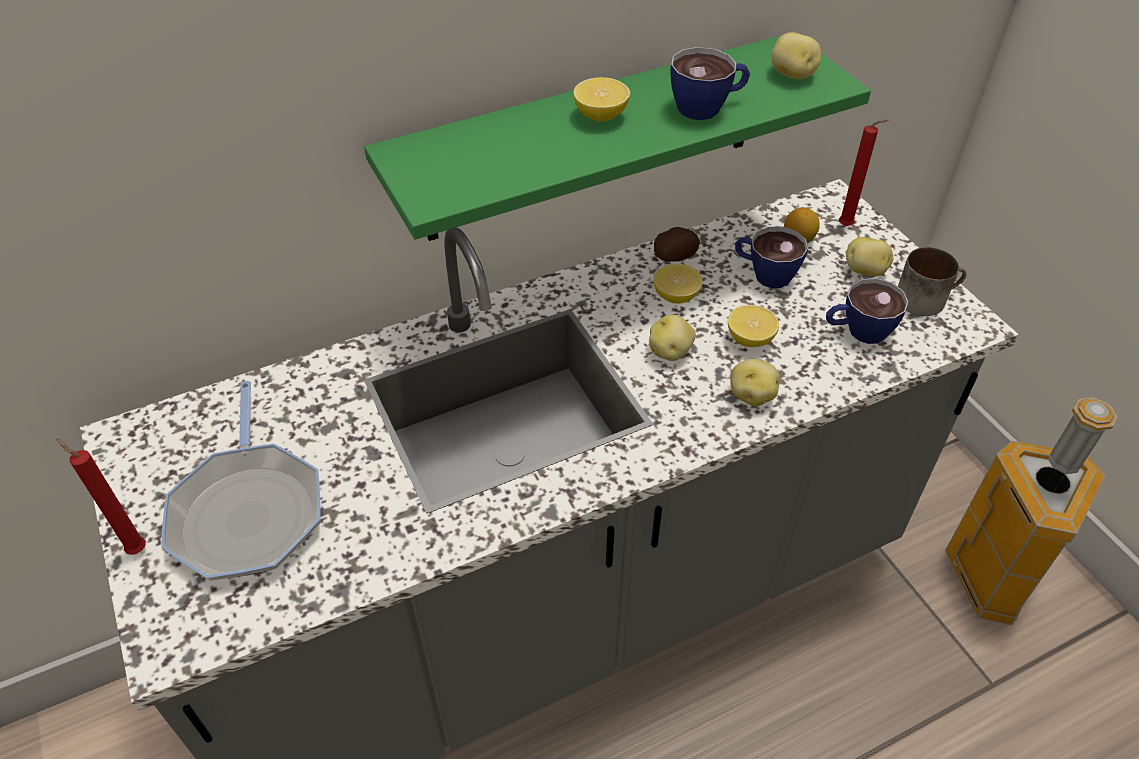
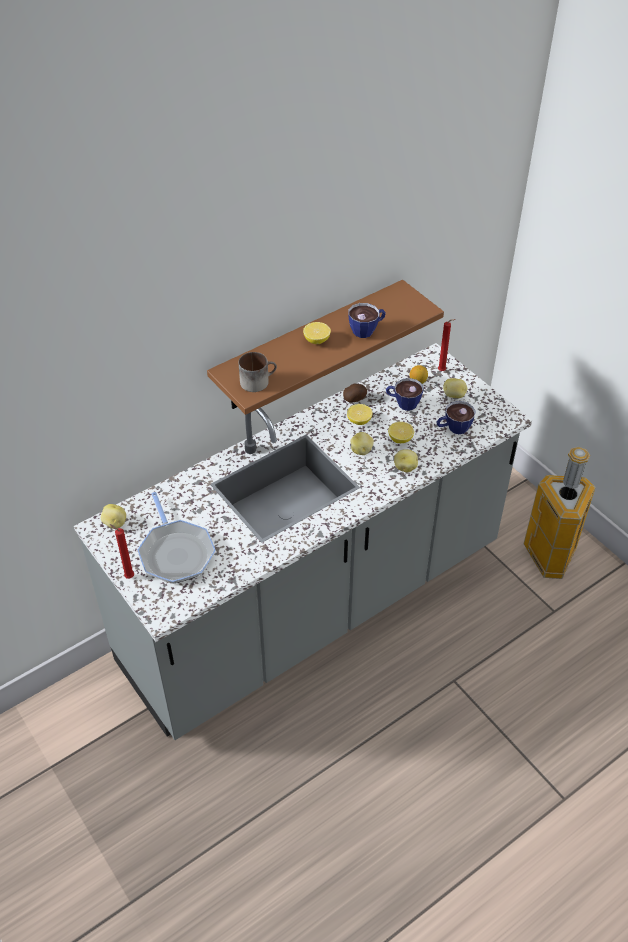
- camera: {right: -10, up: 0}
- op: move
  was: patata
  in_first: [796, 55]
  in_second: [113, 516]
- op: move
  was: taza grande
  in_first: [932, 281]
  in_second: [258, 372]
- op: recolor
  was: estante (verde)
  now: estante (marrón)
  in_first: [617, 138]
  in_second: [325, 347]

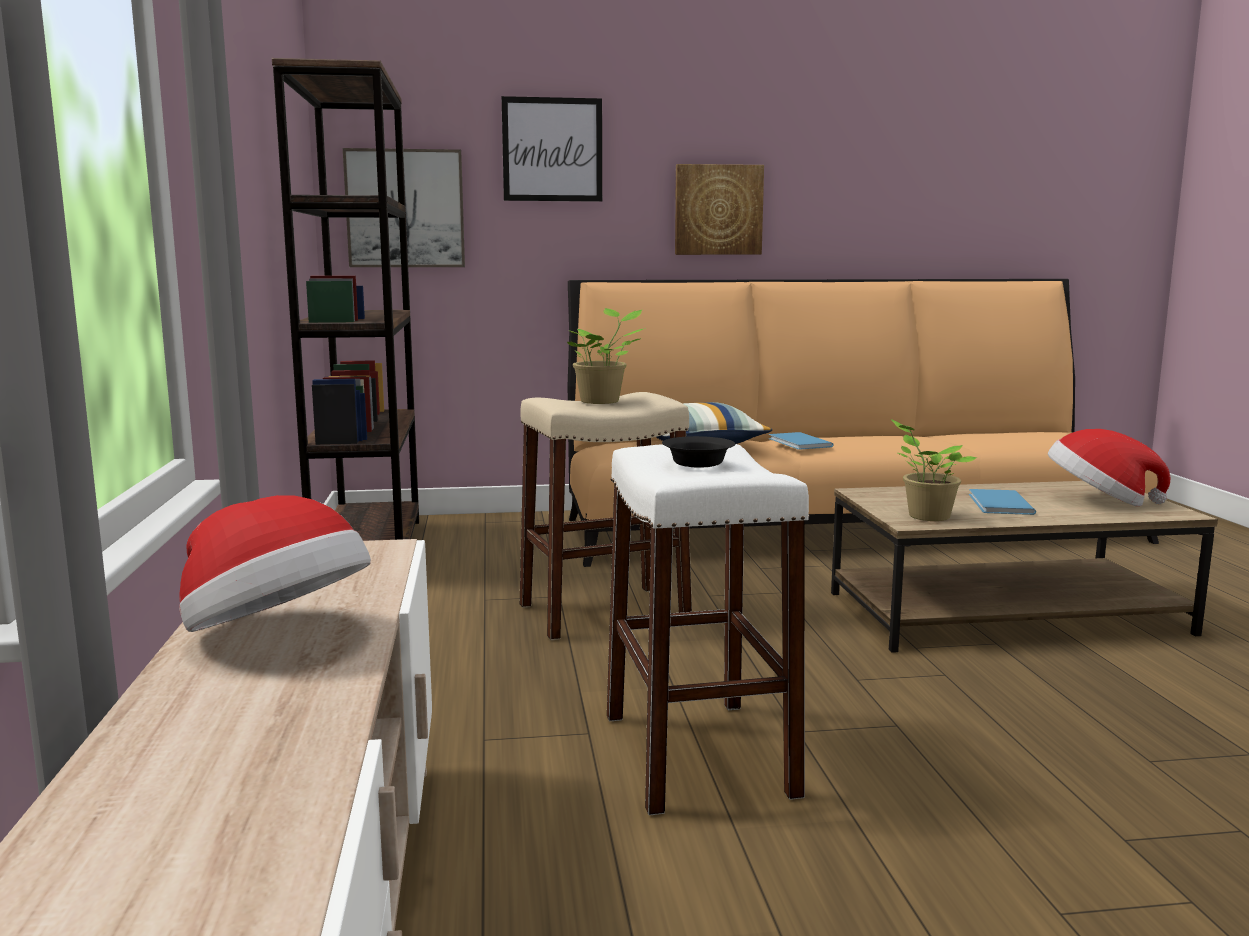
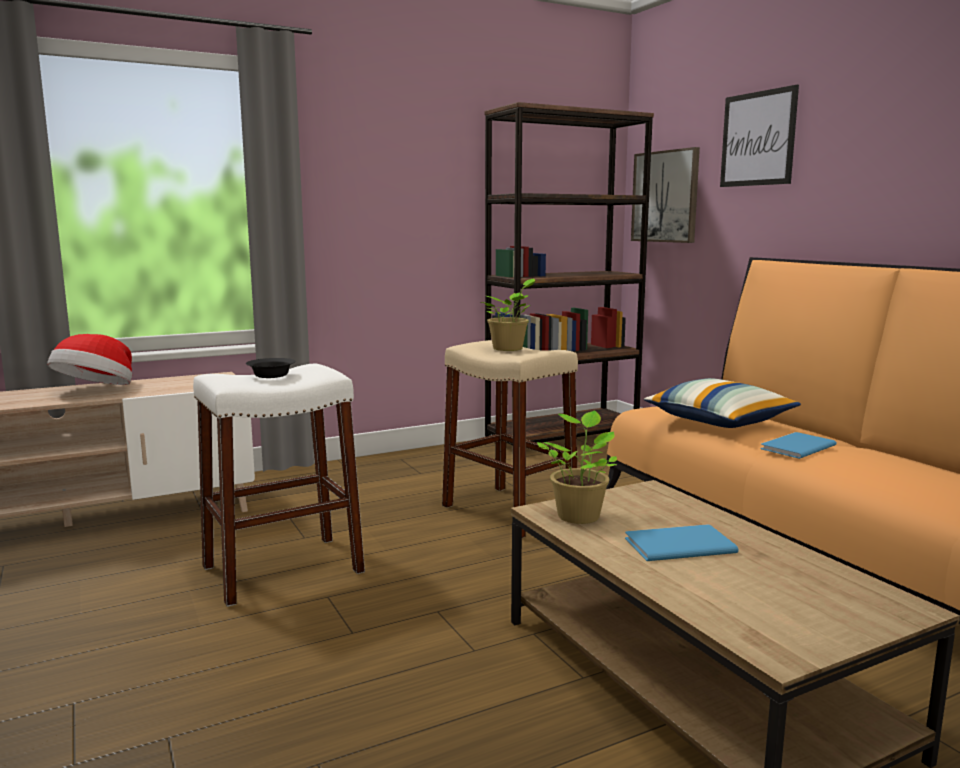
- camera: {right: 70, up: 0}
- op: delete
  was: cuadro
  in_first: [719, 209]
- op: delete
  was: sombrero
  in_first: [1109, 467]

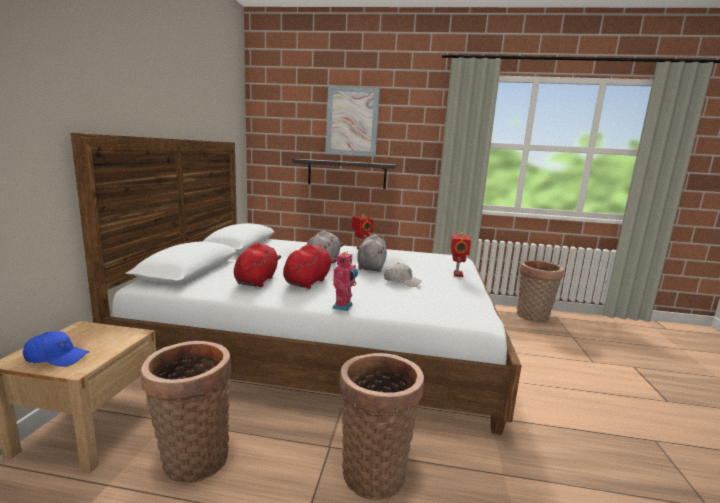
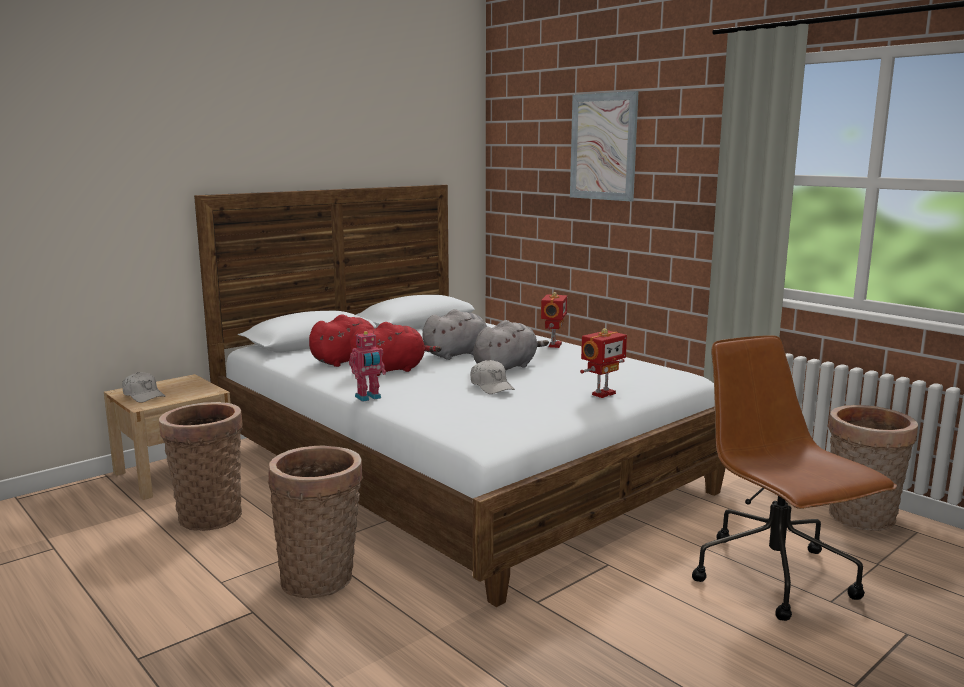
- camera: {right: 40, up: 0}
- op: delete
  was: estante
  in_first: [345, 174]
- op: insert
  now: silla de oficina (marrón)
  in_second: [794, 478]
- op: recolor
  was: gorra (azul)
  now: gorra (blanco)
  in_first: [56, 349]
  in_second: [143, 387]

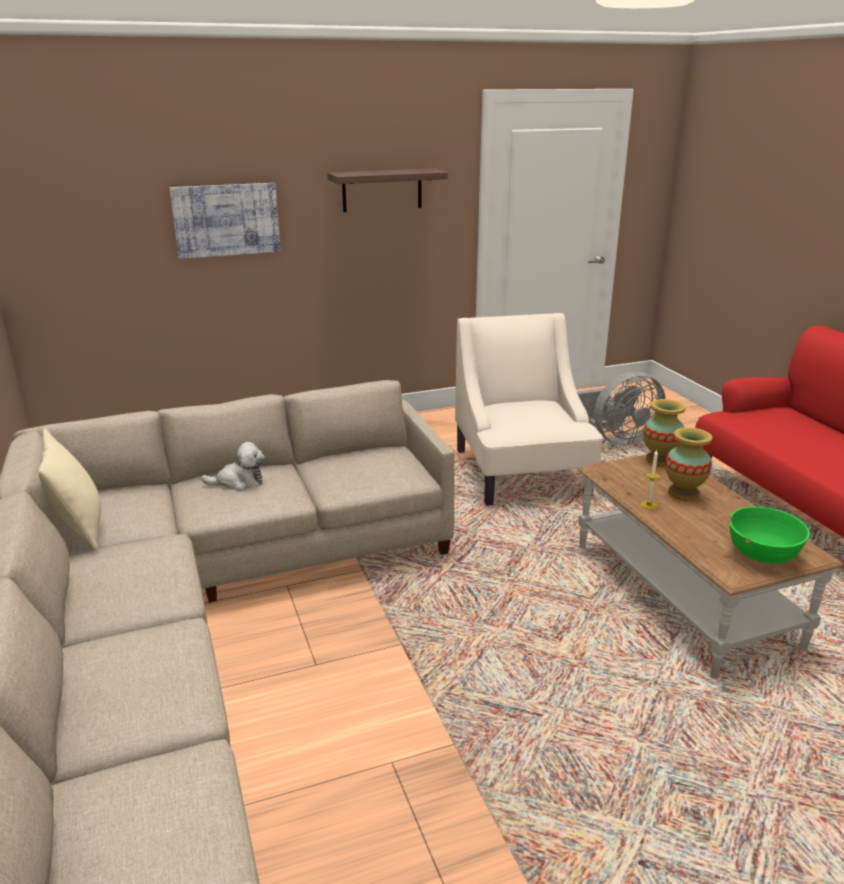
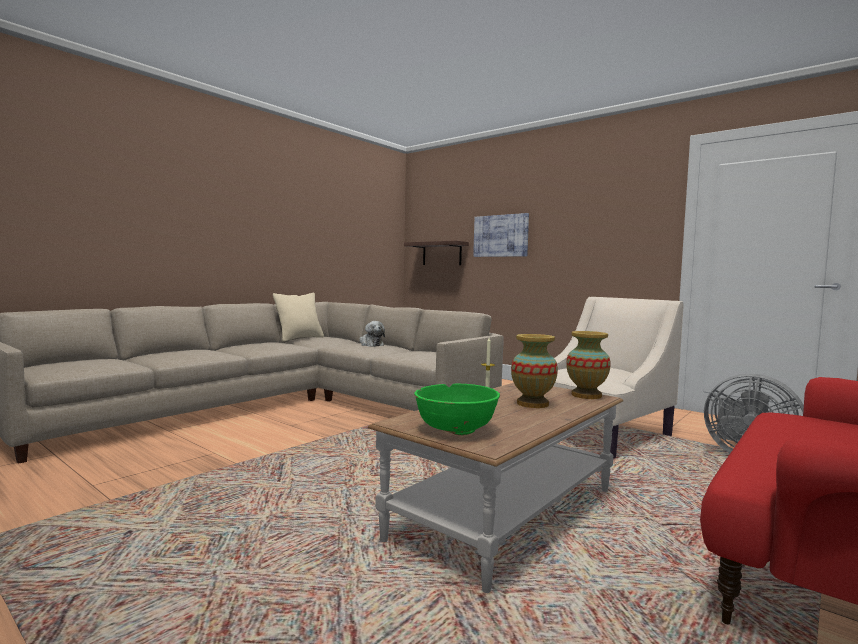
- camera: {right: 60, up: -20}
- op: move
  was: estante
  in_first: [387, 190]
  in_second: [436, 252]

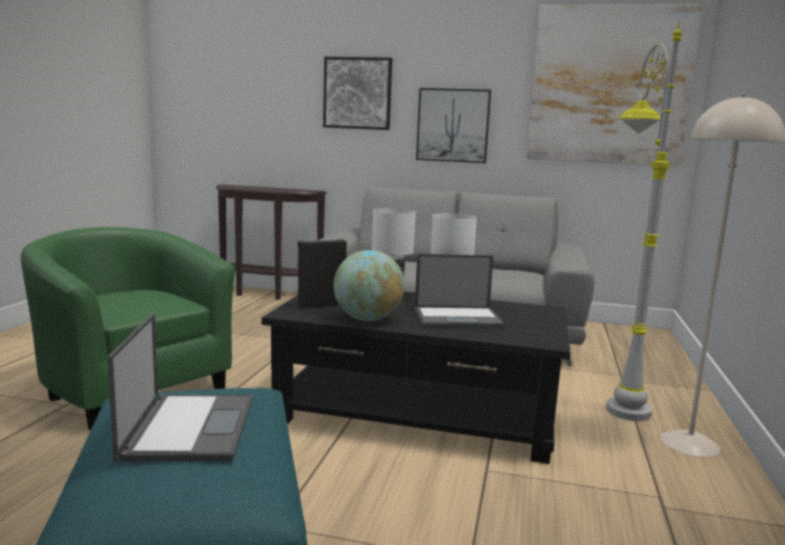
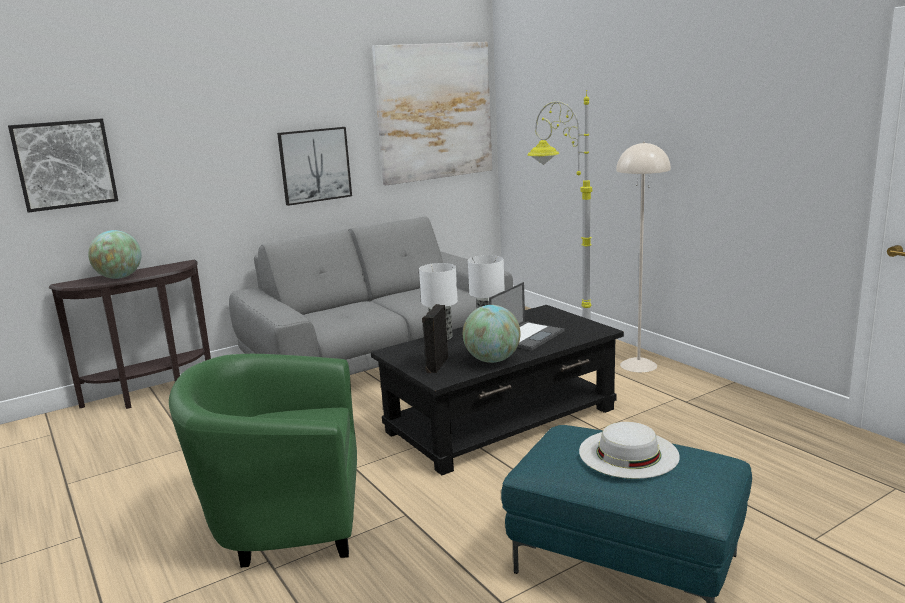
- camera: {right: -45, up: 5}
- op: insert
  now: globo terráqueo
  in_second: [114, 254]
- op: move
  was: cuadro
  in_first: [357, 93]
  in_second: [63, 166]
- op: replace
  was: portátil
  now: sombrero (blanco)
  in_first: [180, 387]
  in_second: [629, 450]

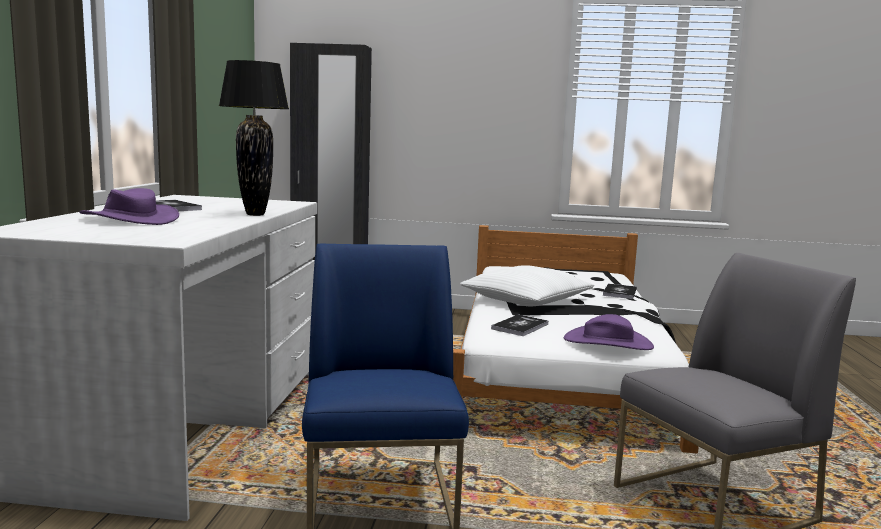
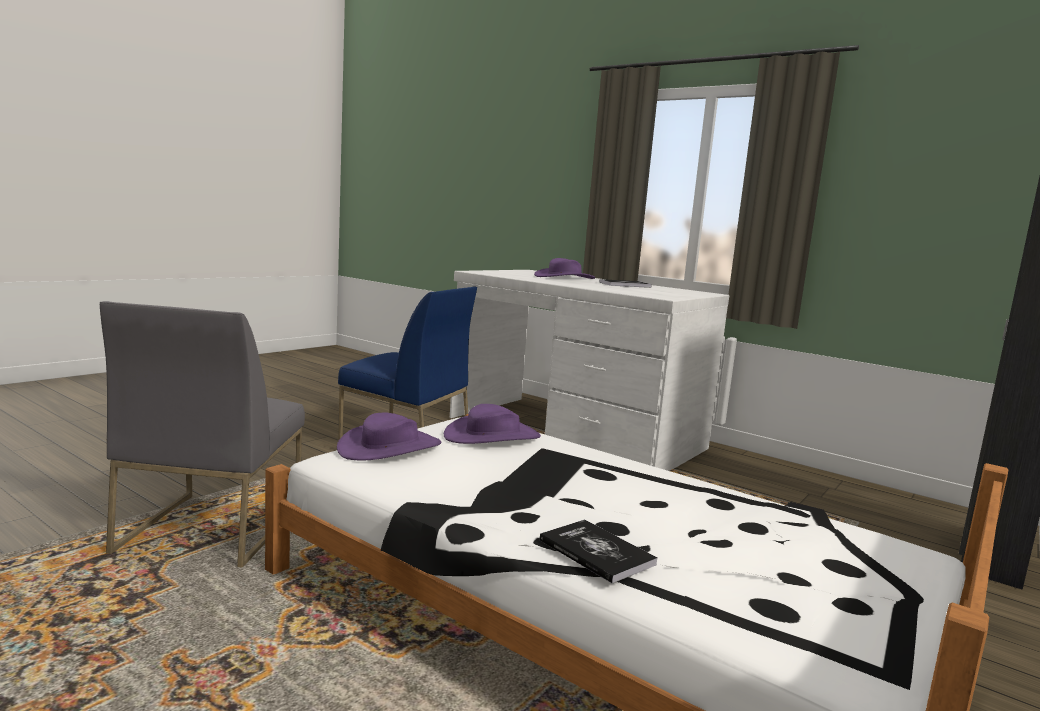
- camera: {right: 120, up: 0}
- op: delete
  was: lámpara de mesa (negro)
  in_first: [254, 138]
- op: delete
  was: cojín (blanco)
  in_first: [527, 285]
- op: replace
  was: libro
  now: sombrero (morado)
  in_first: [519, 325]
  in_second: [492, 424]

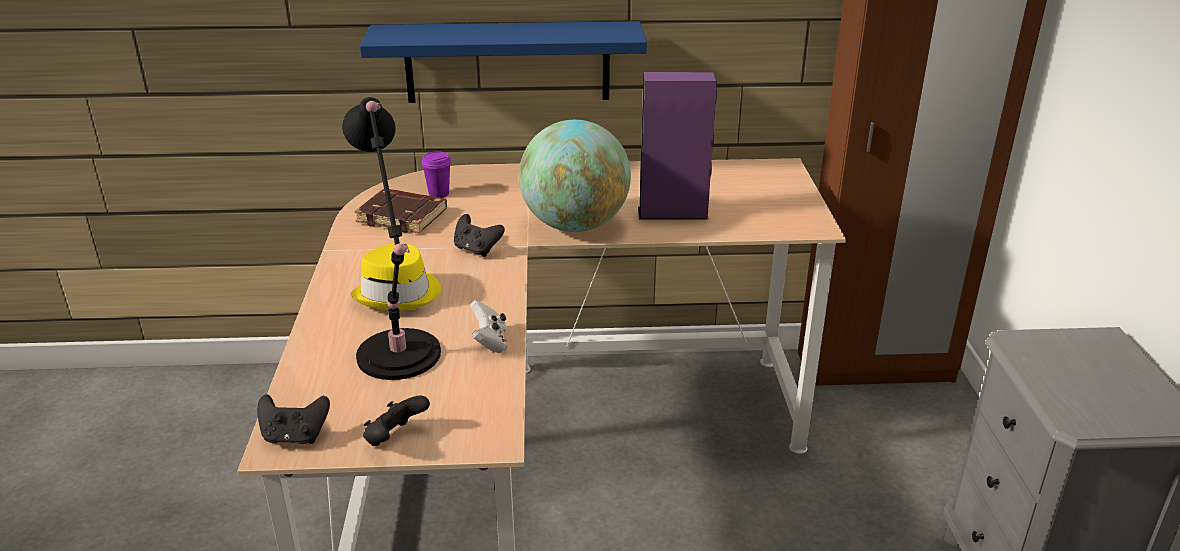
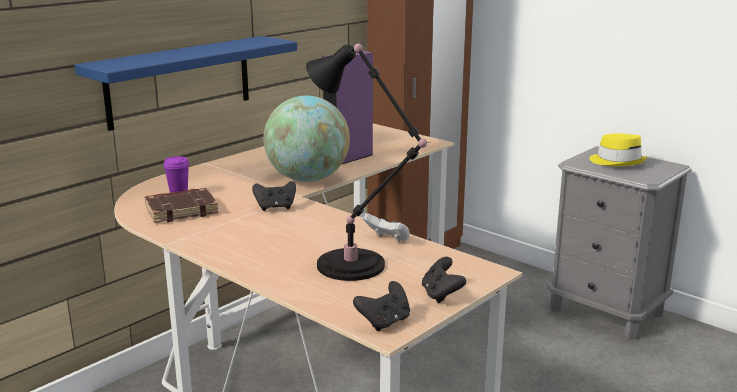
- camera: {right: -45, up: -10}
- op: move
  was: sombrero (amarillo)
  in_first: [395, 276]
  in_second: [618, 150]

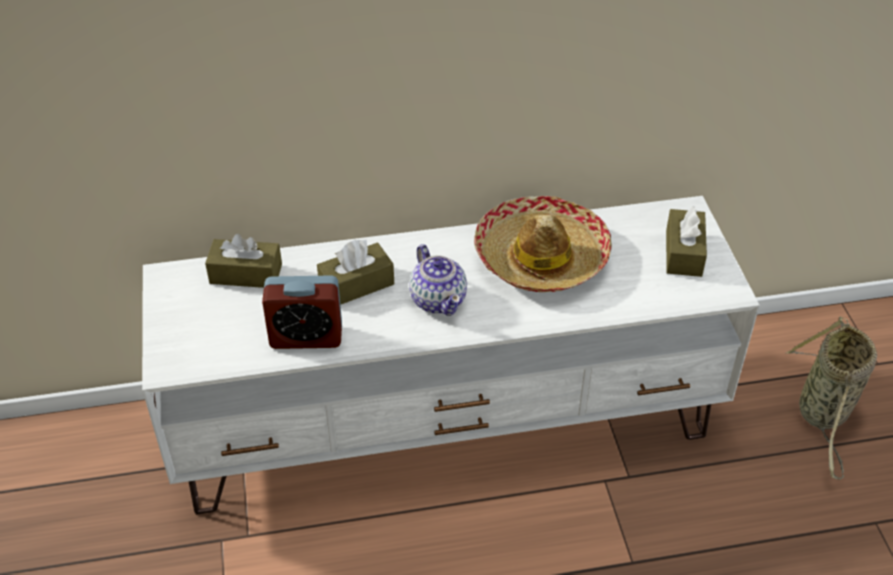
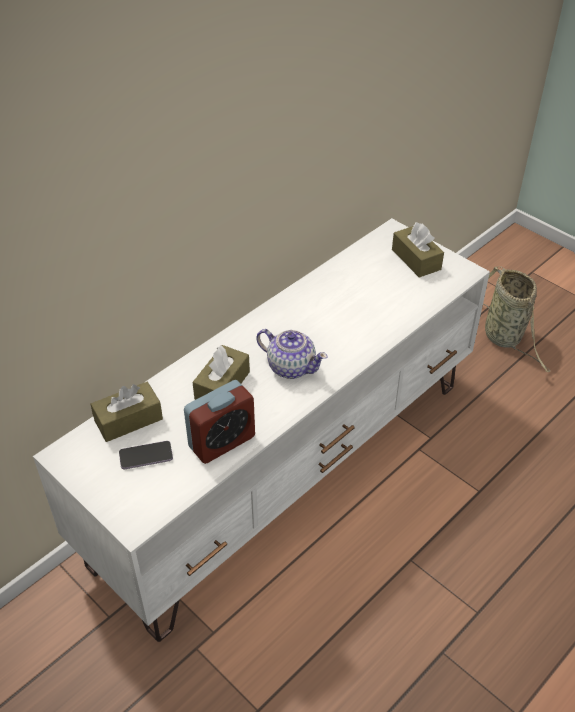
- camera: {right: -35, up: 0}
- op: delete
  was: sombrero
  in_first: [543, 244]
- op: insert
  now: móvil
  in_second: [146, 455]

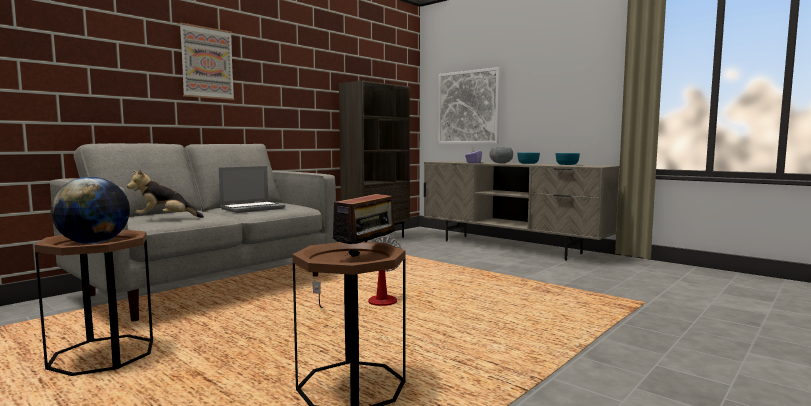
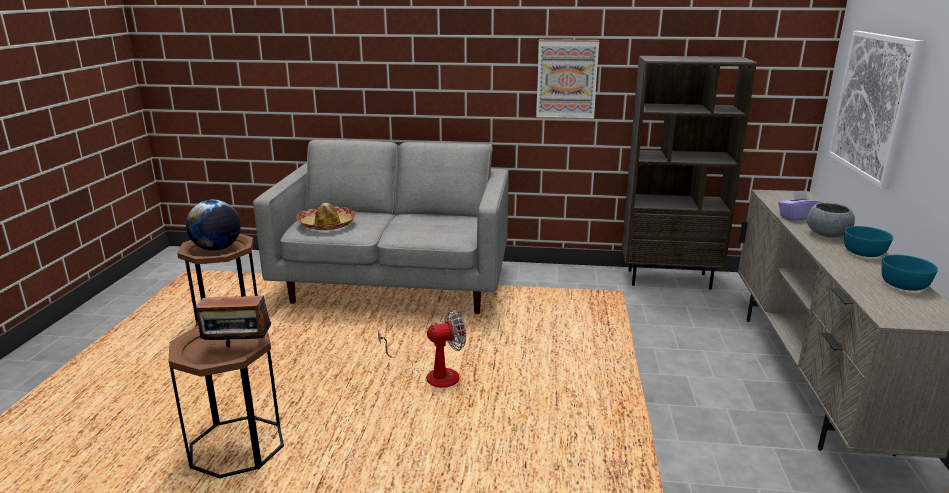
- camera: {right: 55, up: 15}
- op: delete
  was: portátil
  in_first: [252, 189]
- op: move
  was: cuadro
  in_first: [206, 61]
  in_second: [567, 79]
- op: replace
  was: peluche
  now: sombrero
  in_first: [165, 193]
  in_second: [326, 216]

